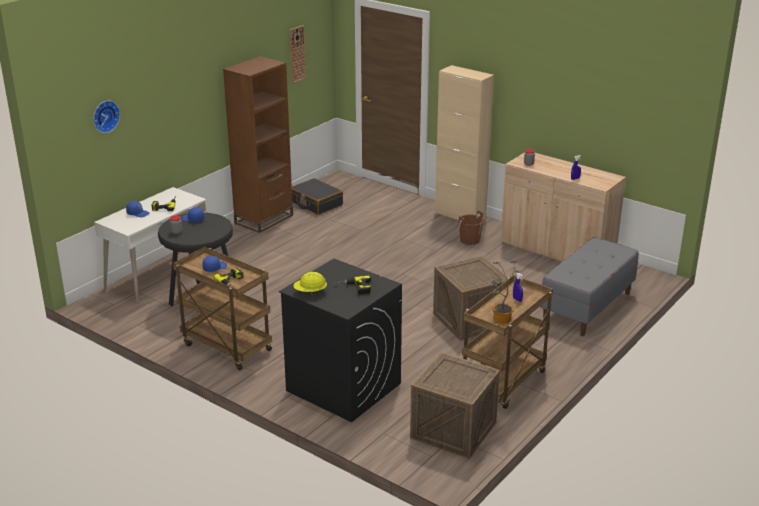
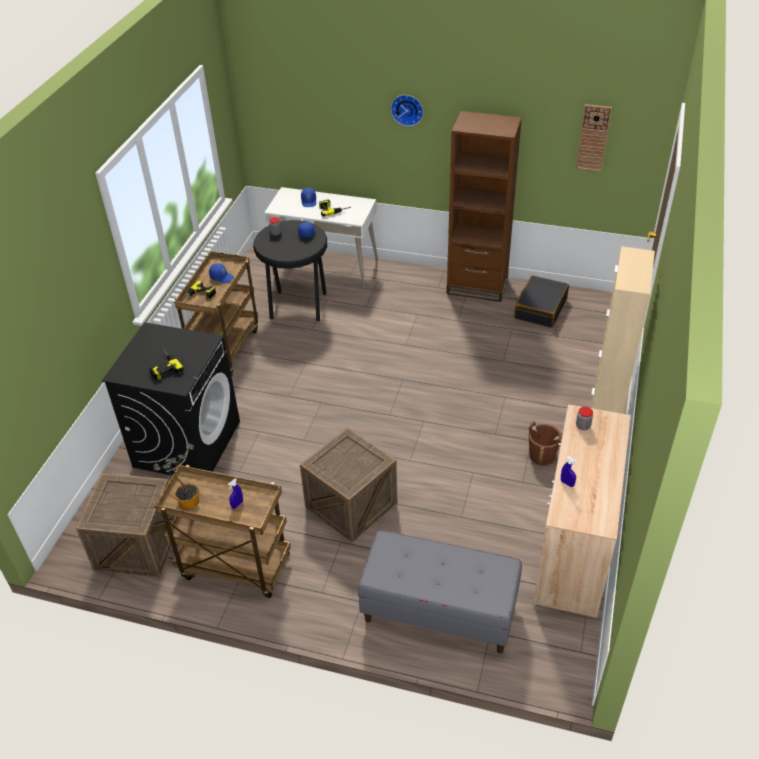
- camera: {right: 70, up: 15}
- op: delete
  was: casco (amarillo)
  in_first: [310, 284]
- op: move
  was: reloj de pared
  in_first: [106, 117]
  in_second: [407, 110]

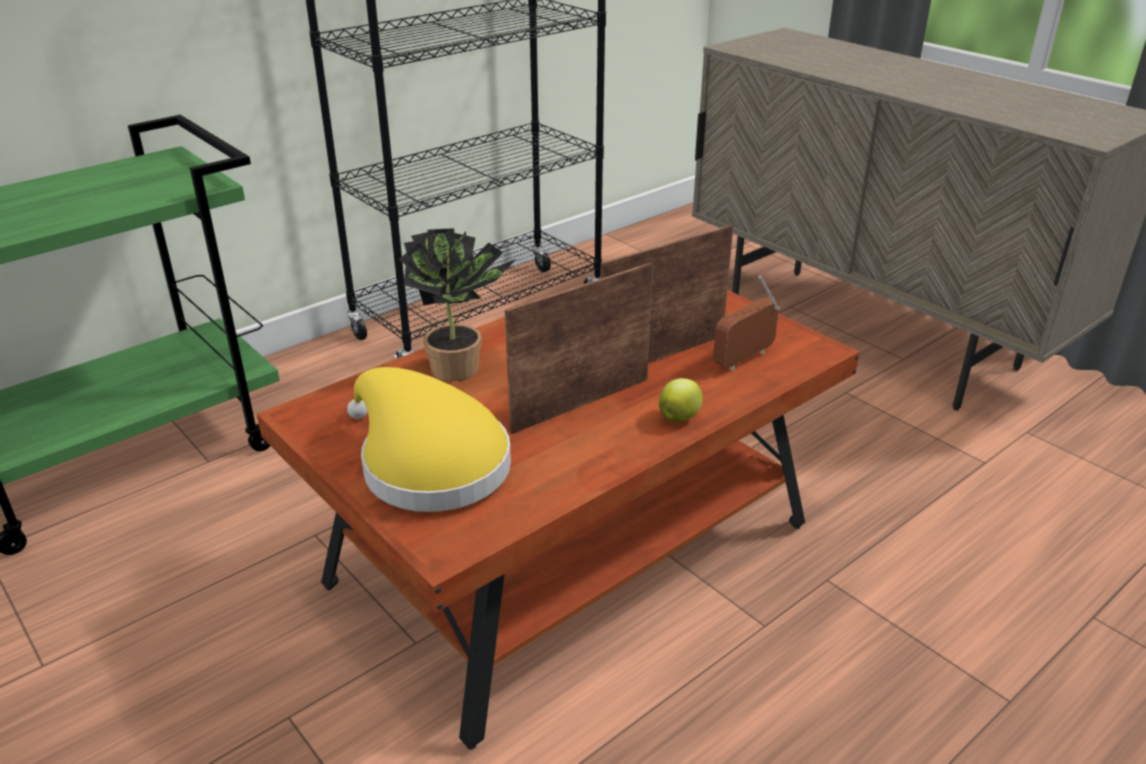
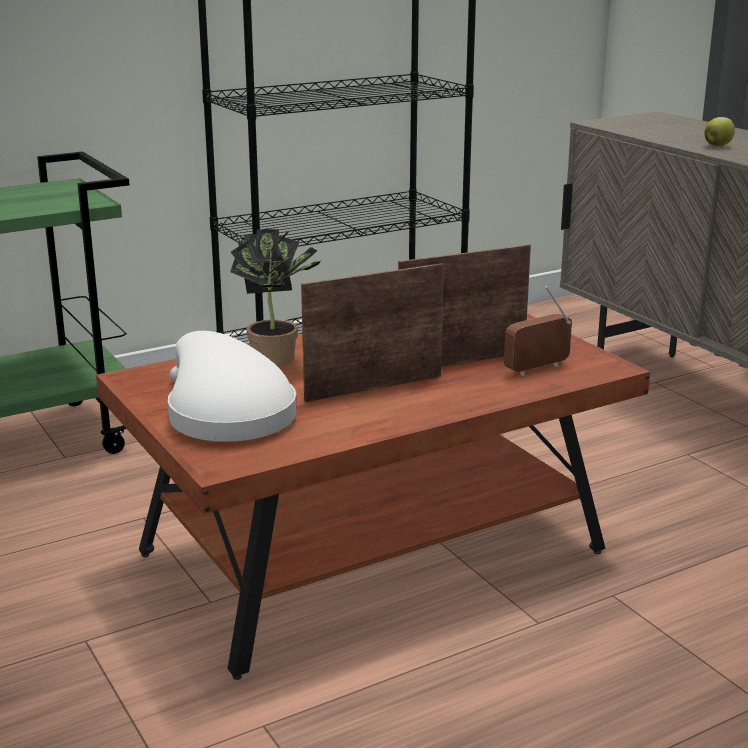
- camera: {right: 10, up: -10}
- op: move
  was: manzana
  in_first: [680, 400]
  in_second: [719, 131]
- op: recolor
  was: sombrero (amarillo)
  now: sombrero (blanco)
  in_first: [429, 439]
  in_second: [232, 386]

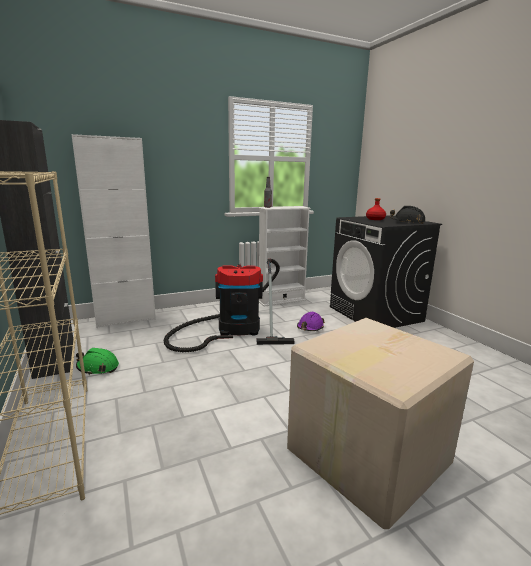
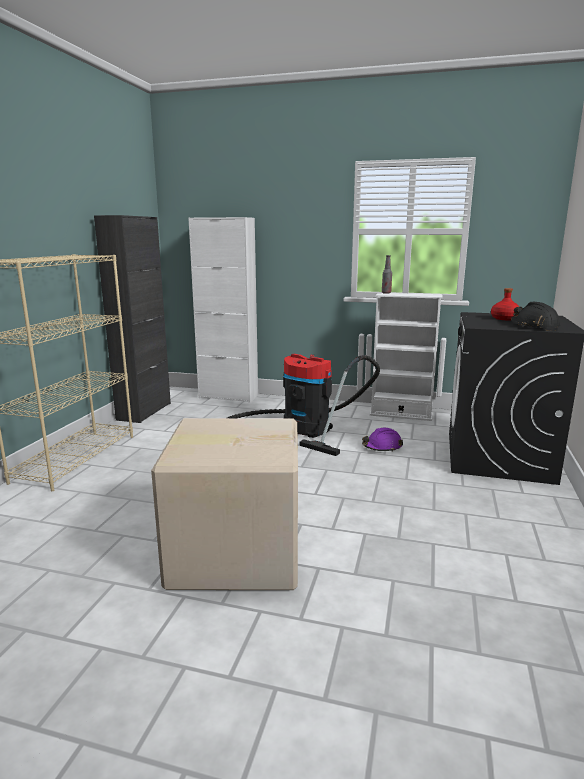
- camera: {right: 40, up: 0}
- op: delete
  was: casco (verde)
  in_first: [97, 361]

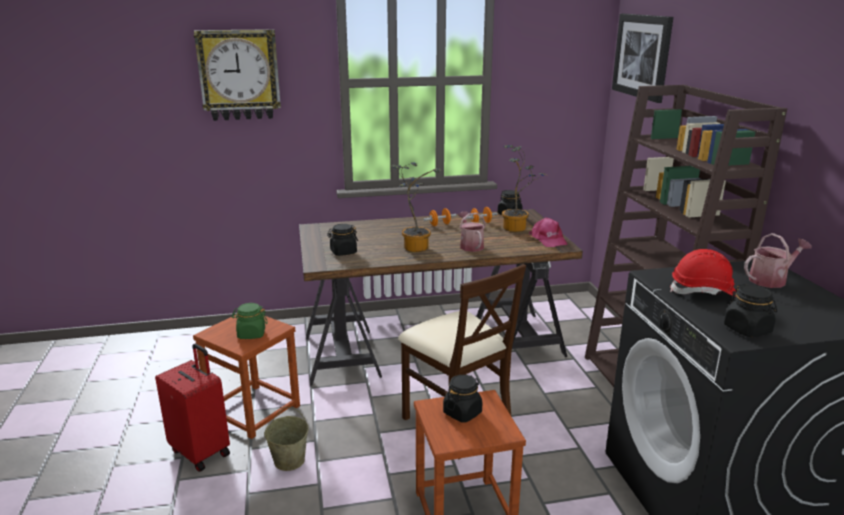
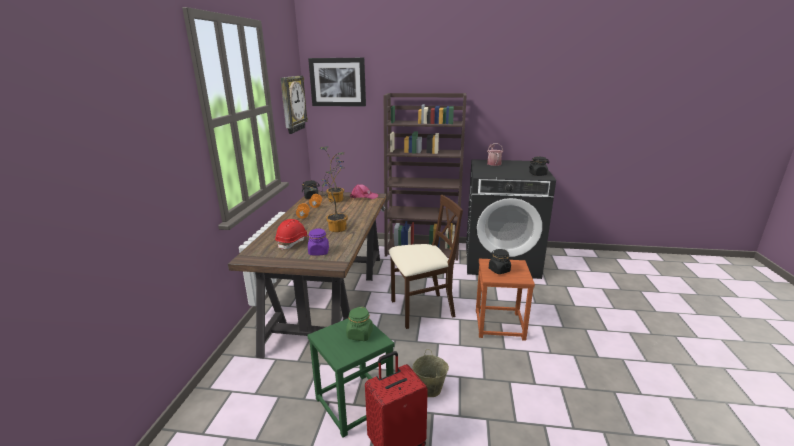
- camera: {right: -70, up: 0}
- op: delete
  was: regadera
  in_first: [472, 231]
- op: move
  was: reloj de pared
  in_first: [237, 75]
  in_second: [294, 105]
- op: move
  was: casco (rojo)
  in_first: [703, 273]
  in_second: [292, 234]
- op: recolor
  was: taburete (marrón)
  now: taburete (verde)
  in_first: [246, 376]
  in_second: [350, 378]
- op: recolor
  was: tarro (negro)
  now: tarro (morado)
  in_first: [342, 240]
  in_second: [318, 241]

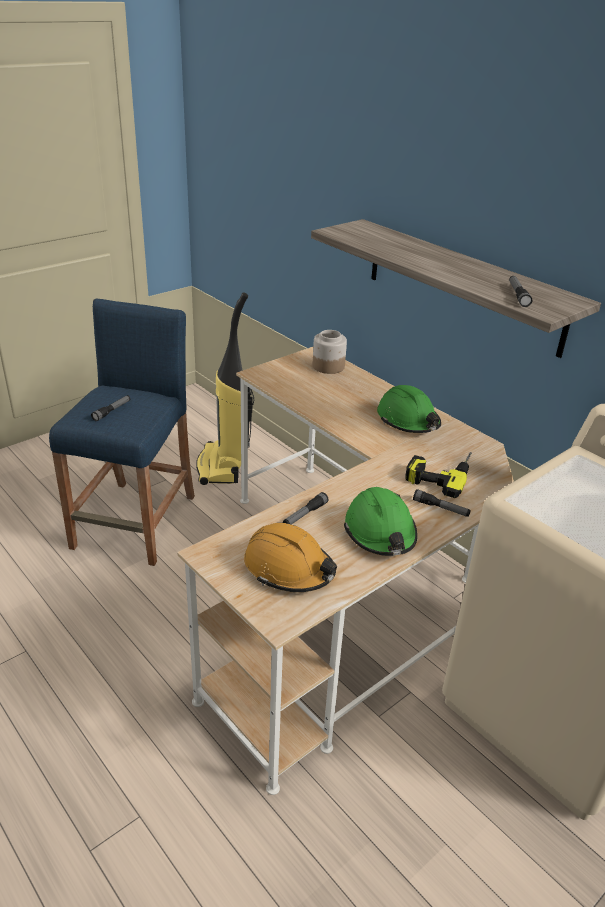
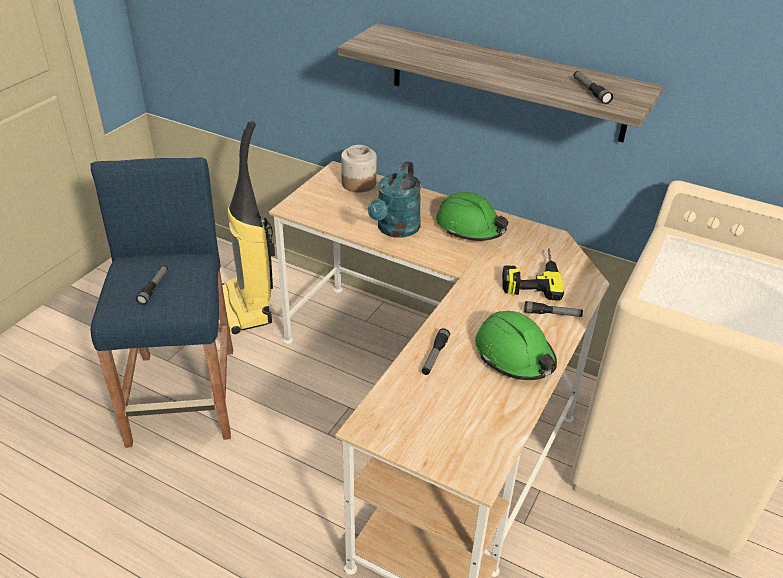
- camera: {right: -20, up: 5}
- op: delete
  was: casco (naranja)
  in_first: [290, 557]
- op: insert
  now: regadera (turquesa)
  in_second: [394, 199]

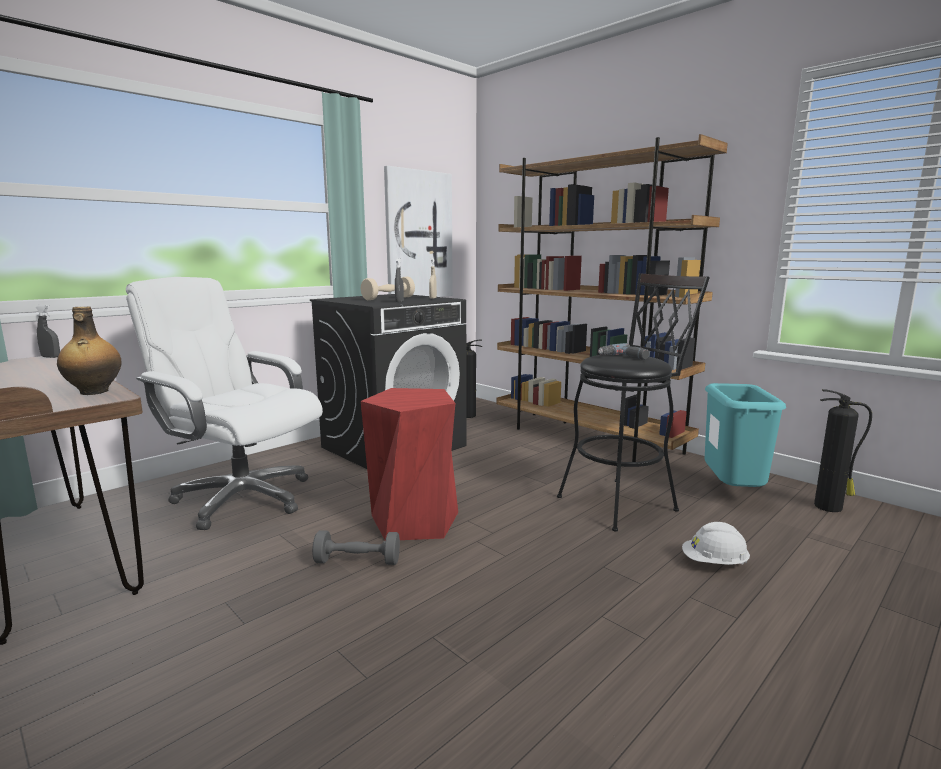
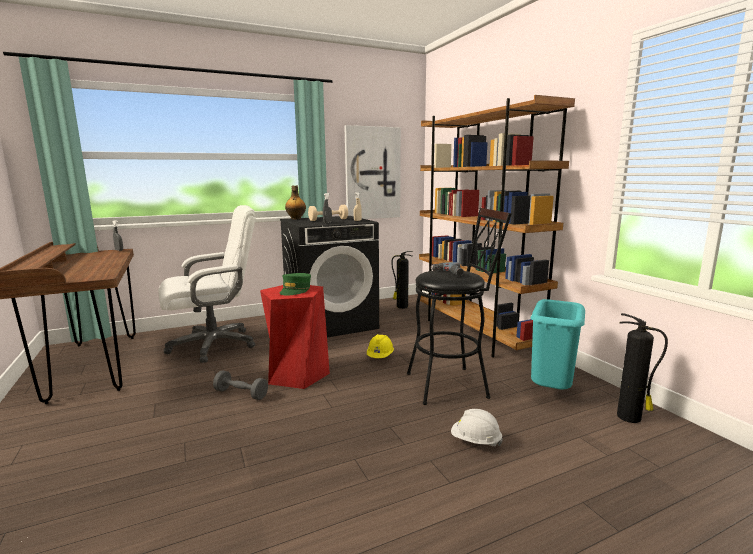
- camera: {right: 20, up: 0}
- op: insert
  now: gorra (verde)
  in_second: [295, 284]
- op: insert
  now: casco (amarillo)
  in_second: [380, 346]
- op: move
  was: botella
  in_first: [89, 350]
  in_second: [295, 203]
- op: rotate
  was: silla de oficina (blanco)
  in_first: [224, 403]
  in_second: [207, 284]
  clockwise: 105

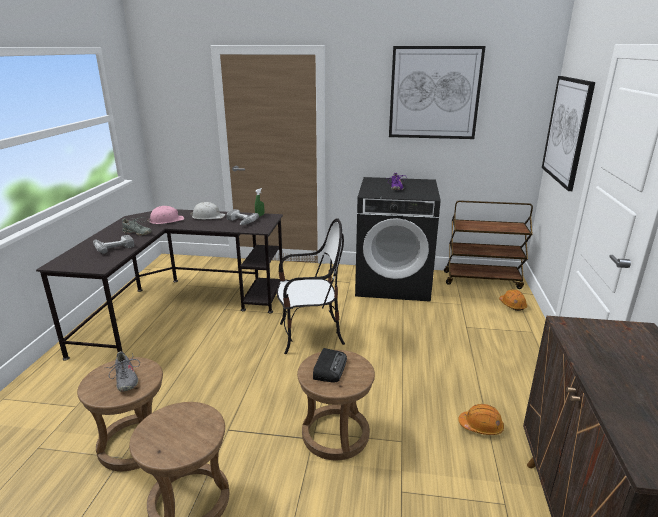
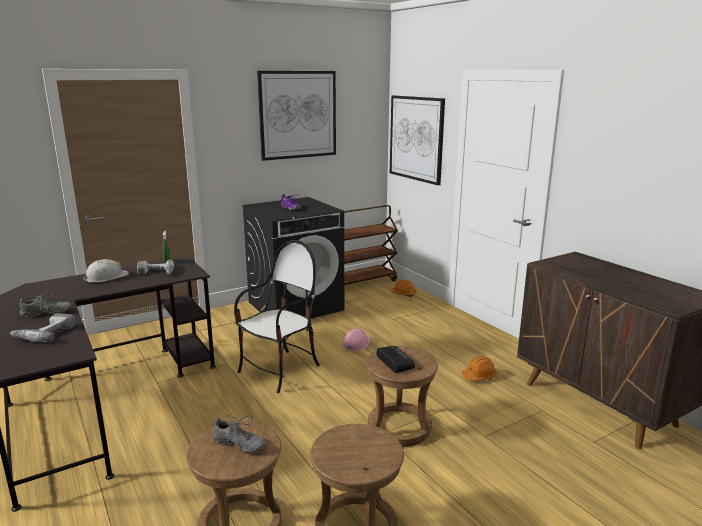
- camera: {right: -40, up: -5}
- op: move
  was: casco (rosa)
  in_first: [165, 215]
  in_second: [357, 340]

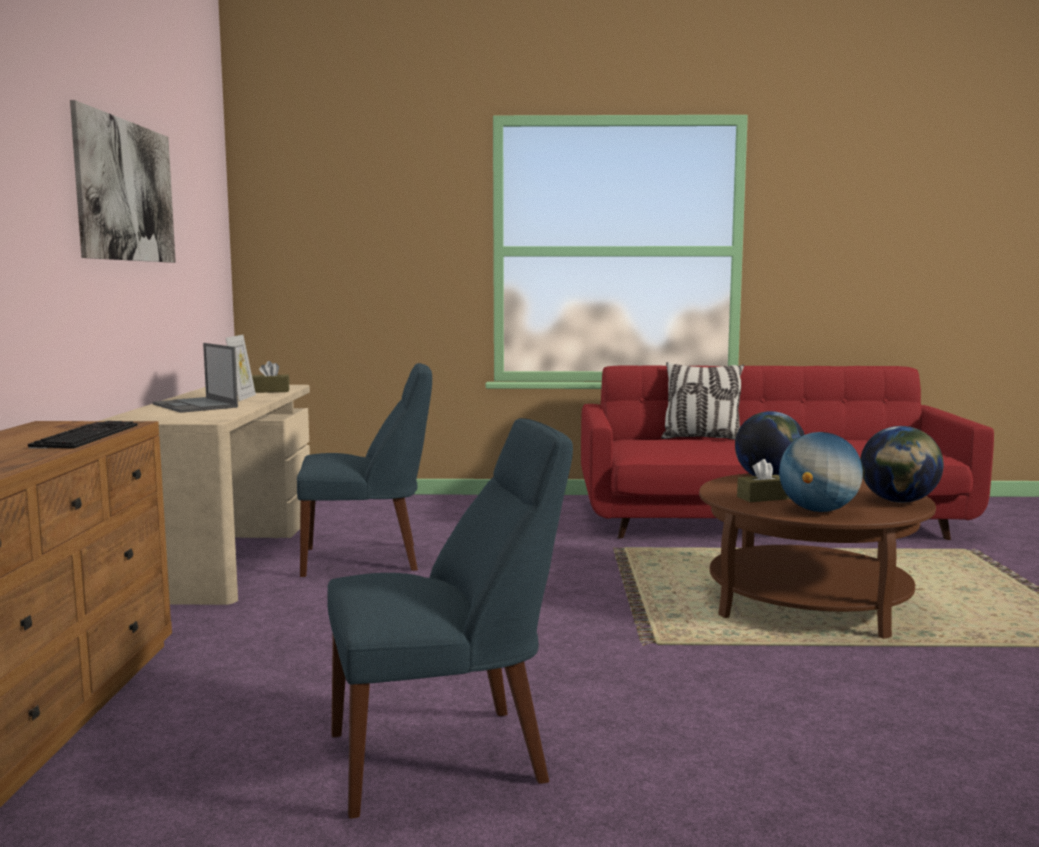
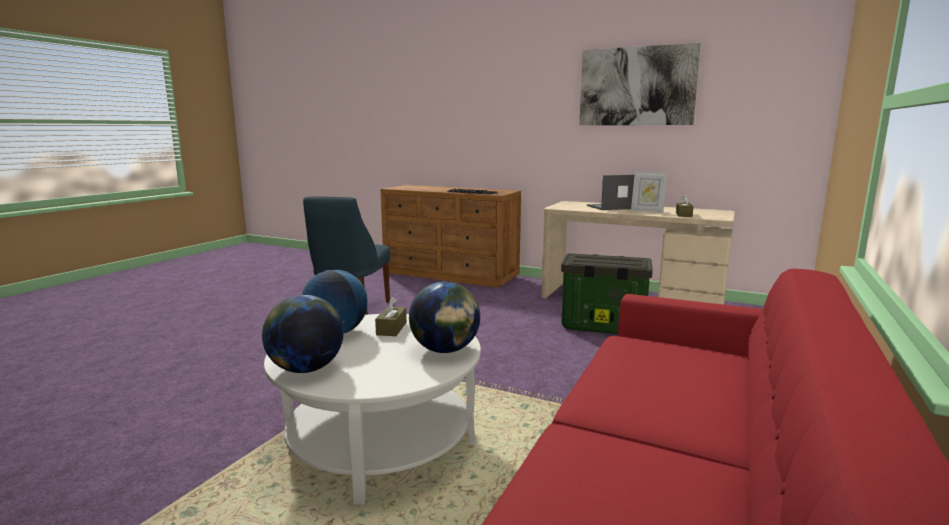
- camera: {right: 115, up: 5}
- op: delete
  was: cojín
  in_first: [702, 401]
- op: replace
  was: silla (azul)
  now: caja de almacenaje
  in_first: [364, 470]
  in_second: [607, 293]
- op: recolor
  was: mesa de centro (marrón)
  now: mesa de centro (blanco)
  in_first: [817, 556]
  in_second: [372, 409]

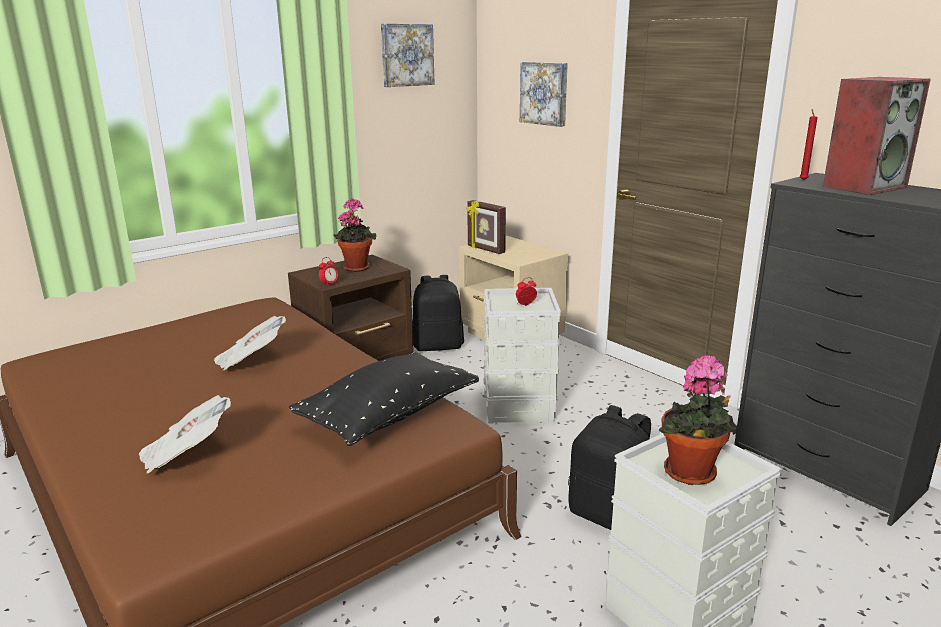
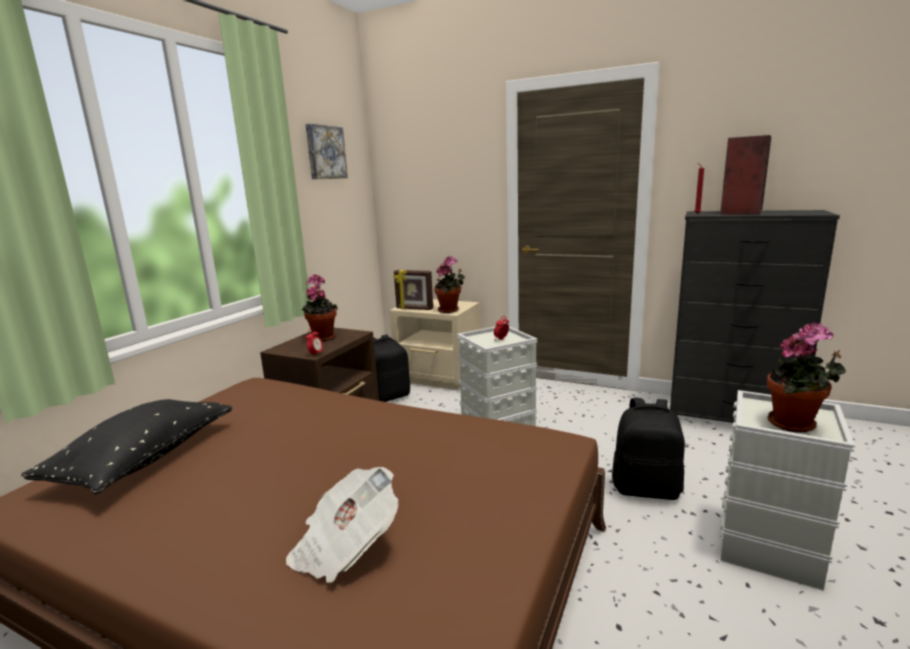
- camera: {right: -25, up: -5}
- op: delete
  was: periódico
  in_first: [250, 343]
- op: delete
  was: cuadro
  in_first: [544, 94]
- op: insert
  now: planta en maceta
  in_second: [449, 284]
- op: move
  was: cojín (negro)
  in_first: [384, 399]
  in_second: [126, 446]

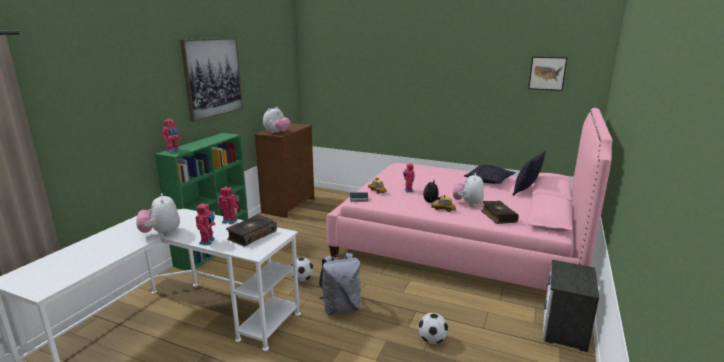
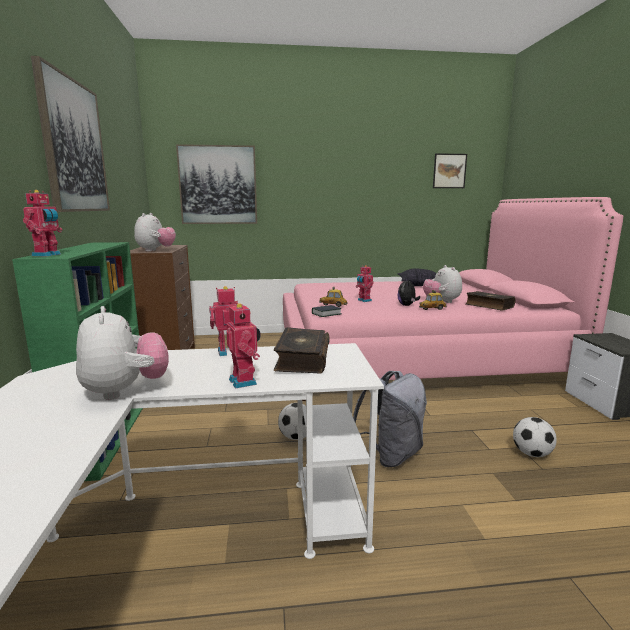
- camera: {right: -30, up: -5}
- op: delete
  was: cojín
  in_first: [529, 173]
- op: insert
  now: cuadro
  in_second: [216, 184]
- op: rotate
  was: peluche
  in_first: [158, 214]
  in_second: [122, 353]
  clockwise: -150

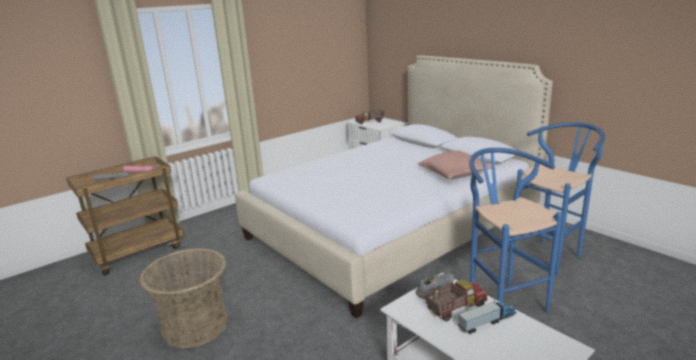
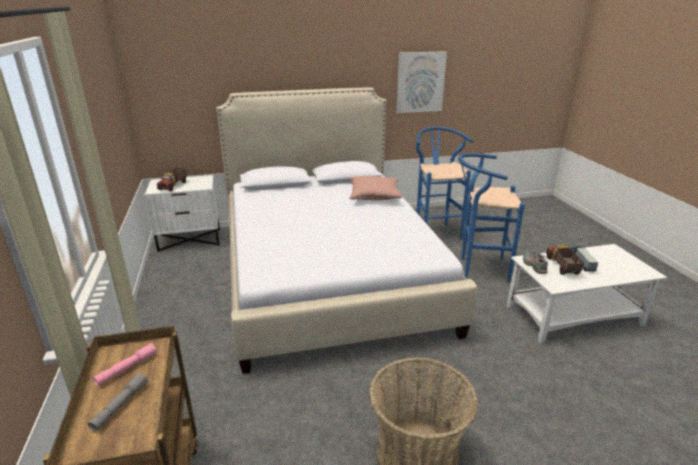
- camera: {right: -65, up: 5}
- op: insert
  now: cuadro
  in_second: [421, 82]

